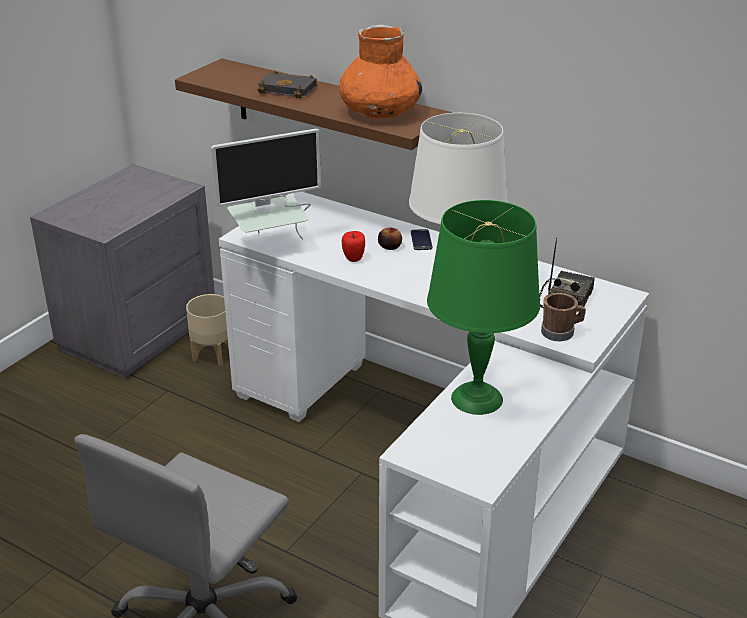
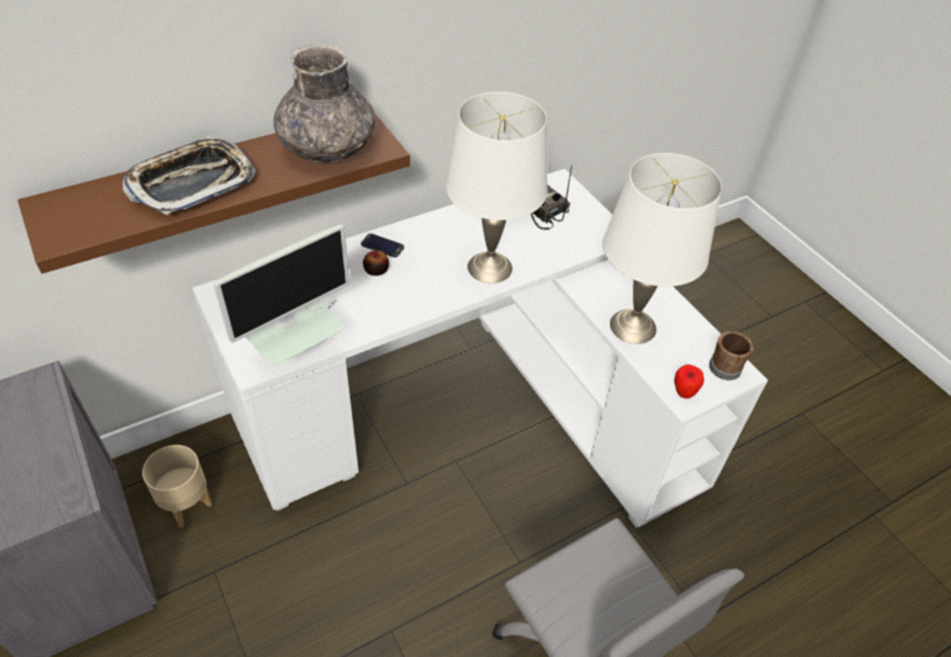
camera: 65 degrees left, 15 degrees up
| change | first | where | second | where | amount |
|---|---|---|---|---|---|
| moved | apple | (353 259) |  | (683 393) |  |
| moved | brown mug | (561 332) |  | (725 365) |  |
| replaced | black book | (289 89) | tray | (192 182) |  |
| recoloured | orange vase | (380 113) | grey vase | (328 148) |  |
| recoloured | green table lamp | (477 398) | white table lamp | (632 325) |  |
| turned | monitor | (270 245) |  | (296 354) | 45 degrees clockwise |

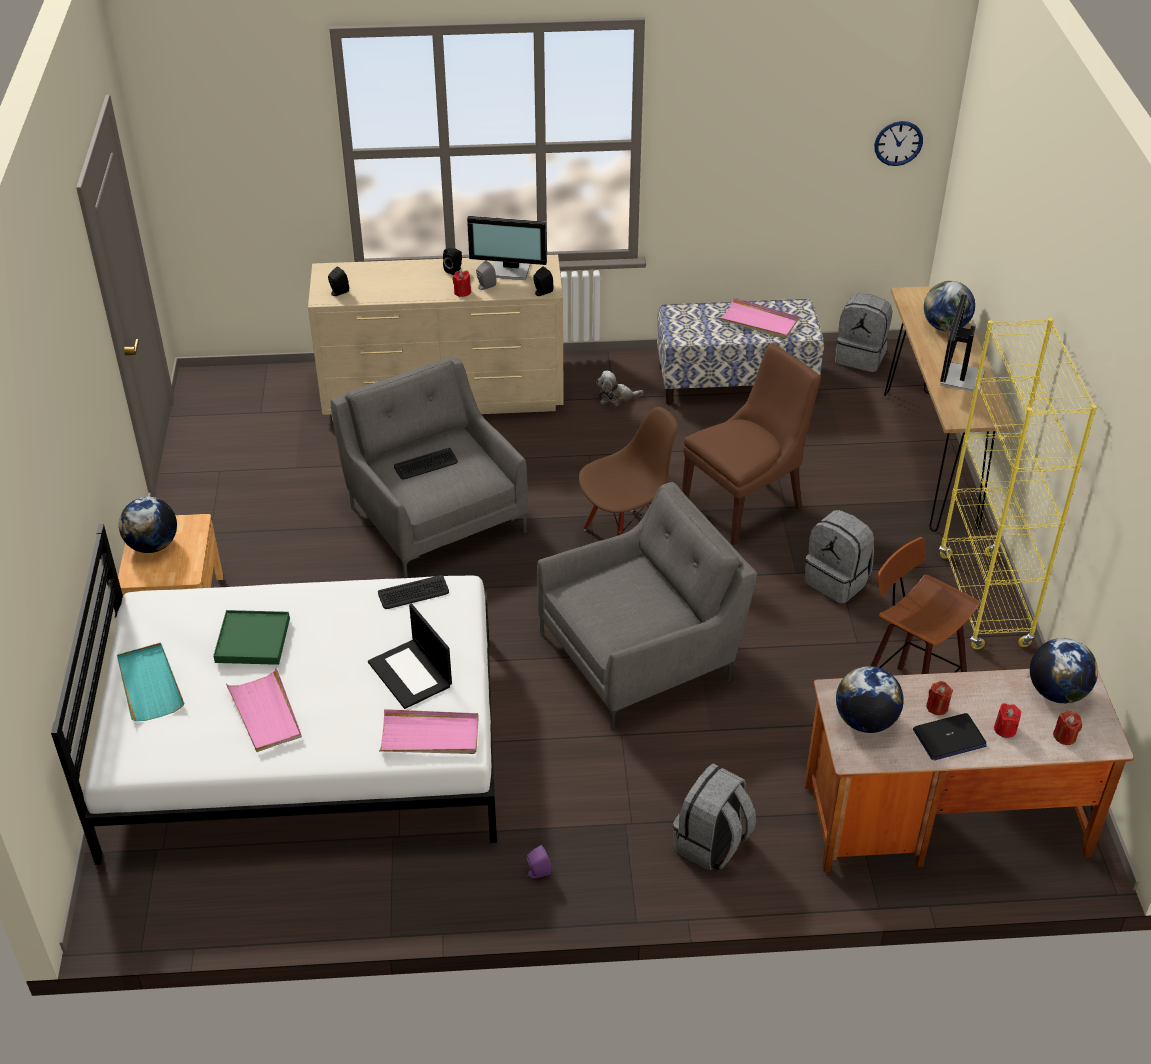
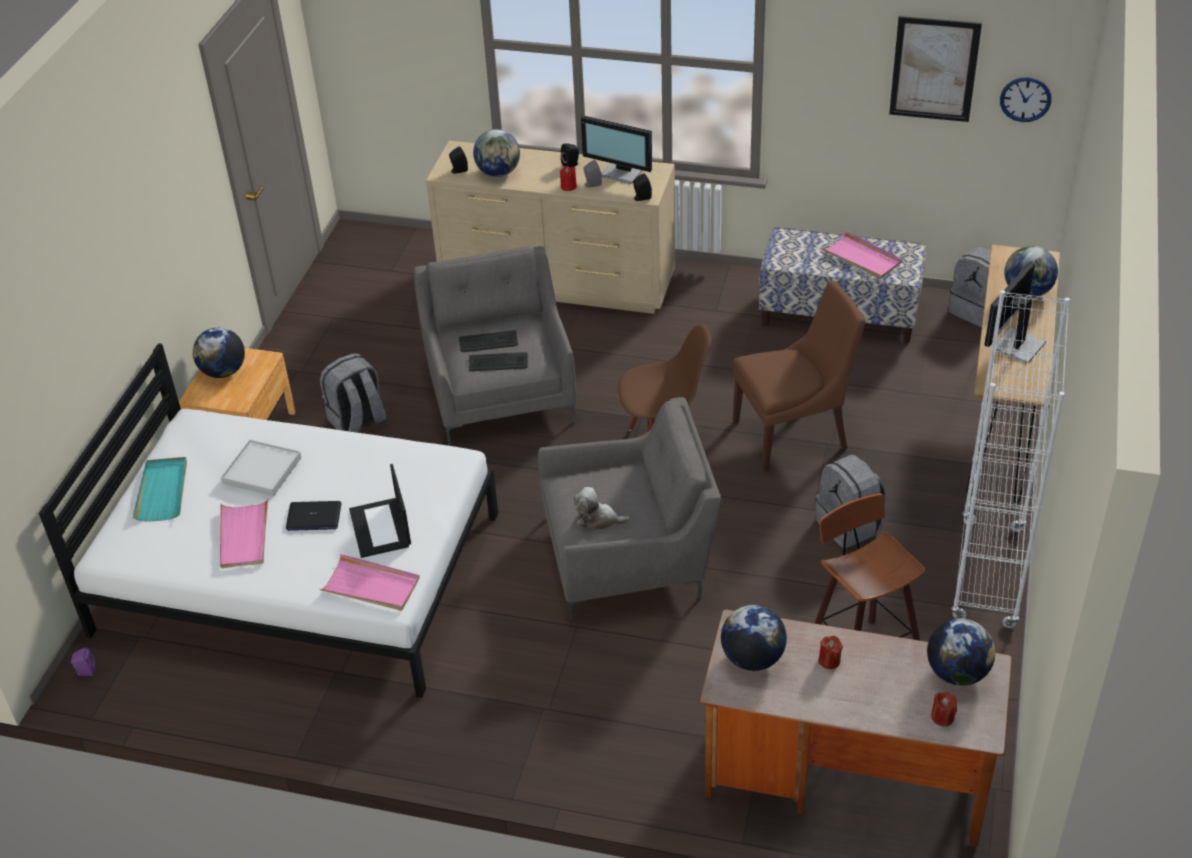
camera: 20 degrees right, 0 degrees up
| change | first | where | second | where | amount |
|---|---|---|---|---|---|
| removed | red candle | (1005 729) |  |  |  |
| added |  |  | globe | (498 173) |  |
| added |  |  | picture | (934 69) |  |
| moved | keyboard | (413 593) |  | (498 363) |  |
| moved | purple speaker | (537 872) |  | (85 672) |  |
| moved | plush toy | (616 398) |  | (598 519) |  |
| moved | grey backpack | (712 844) |  | (357 421) |  |
| moved | laptop | (949 738) |  | (313 517) |  |
| recoloured | green tray | (253 640) | white tray | (262 470) |  |
| recoloured | yellow bookcase | (983 601) | white bookcase | (988 574) |  |

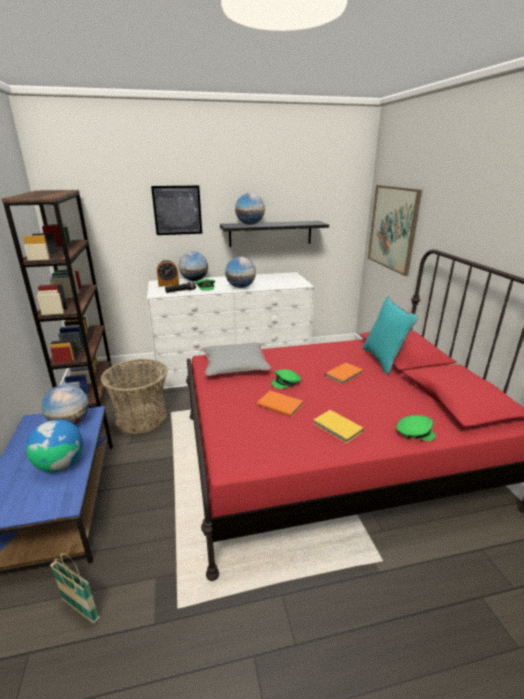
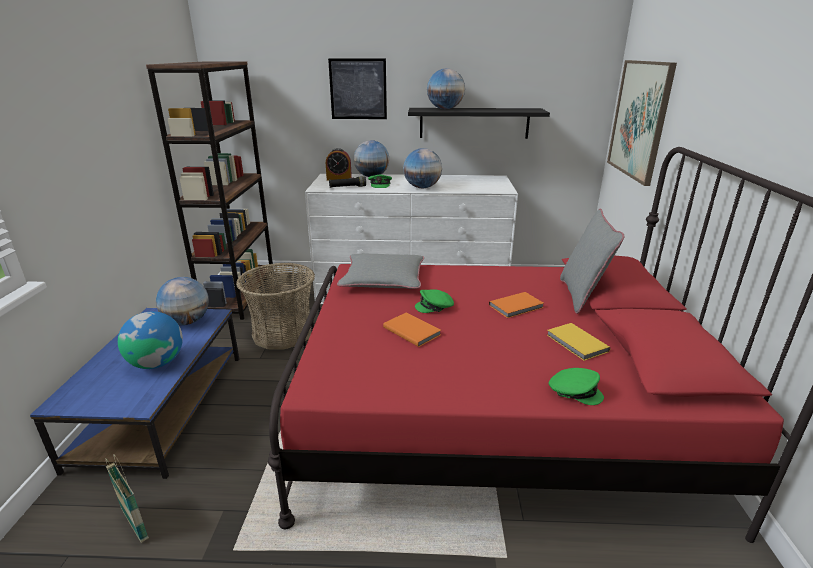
camera: 15 degrees right, 0 degrees up
| change | first | where | second | where | amount |
|---|---|---|---|---|---|
| moved | yellow book | (337 428) |  | (576 343) |  |
| recoloured | turquoise pillow | (383 360) | grey pillow | (582 296) |  |

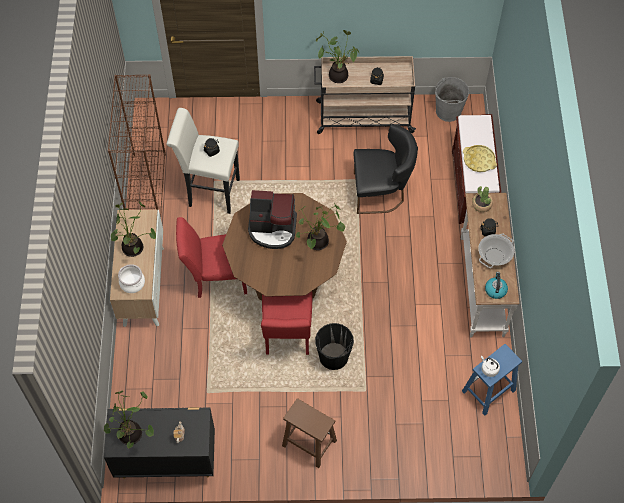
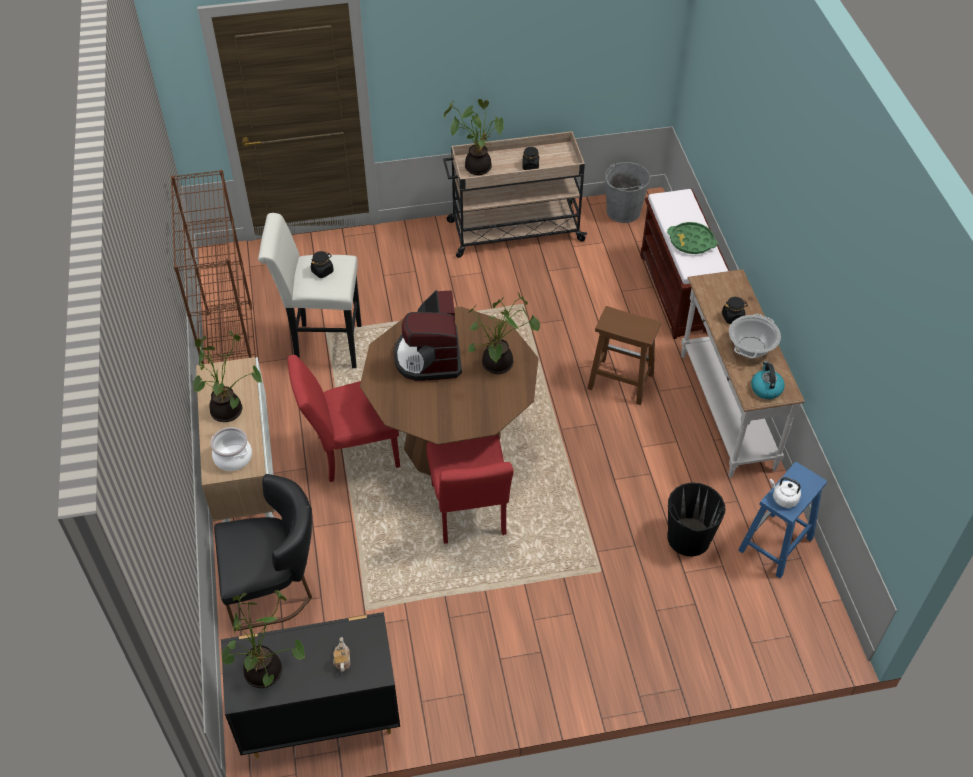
camera: 10 degrees left, 10 degrees down
| change | first | where | second | where | amount |
|---|---|---|---|---|---|
| removed | potted plant | (481 204) |  |  |  |
| moved | brown stool | (308 443) |  | (619 381) |  |
| moved | black bucket | (333 357) |  | (688 538) |  |
| moved | black chair | (381 192) |  | (274 587) |  |
| recoloured | yellow tray | (479 160) | green tray | (691 241) |  |
| turned | coffee machine | (273 229) |  | (429 356) | 90 degrees clockwise |

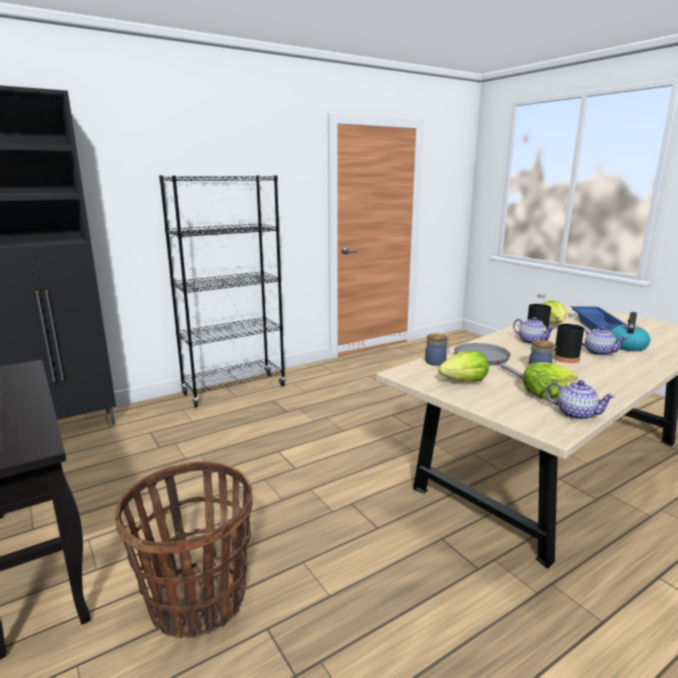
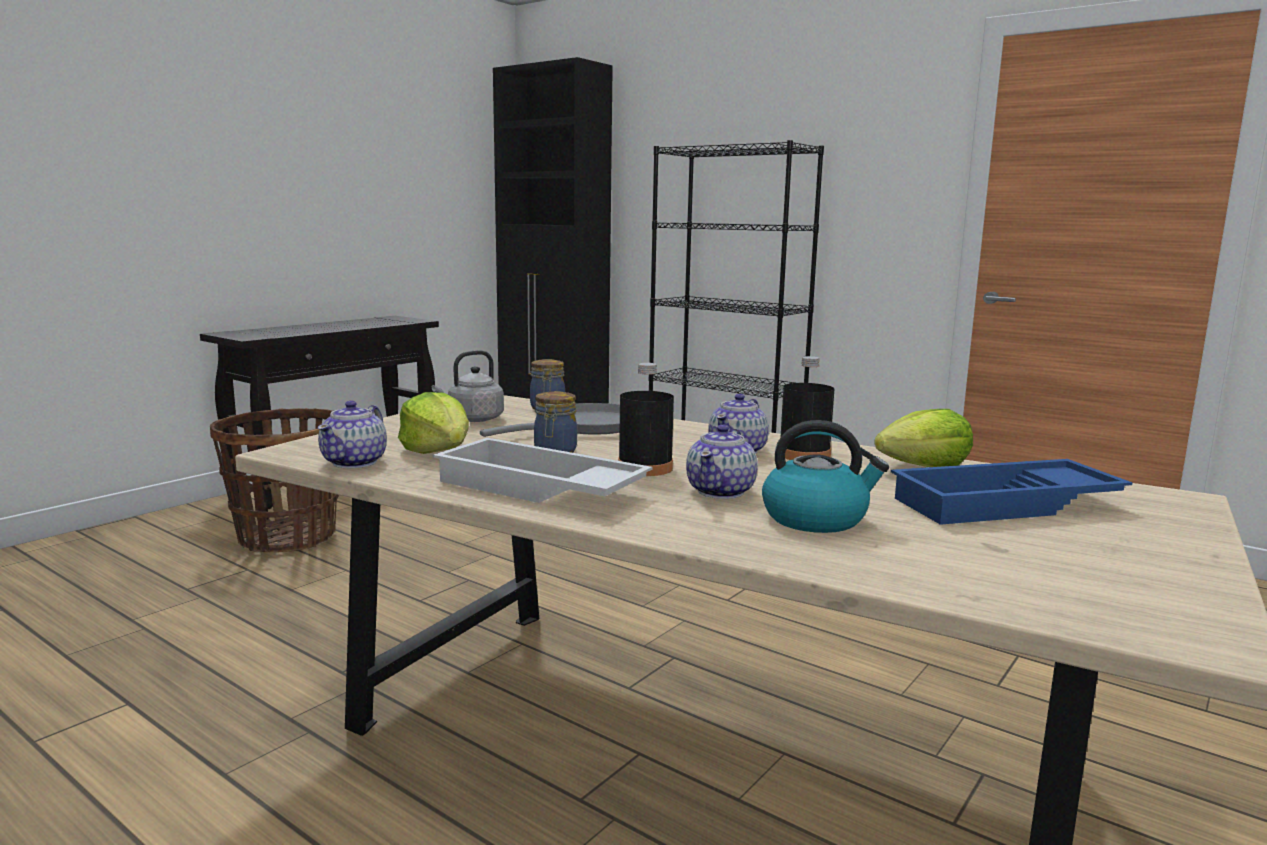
camera: 70 degrees right, 5 degrees down
| change | first | where | second | where | amount |
|---|---|---|---|---|---|
| added |  |  | white tray | (537 488) |  |
| replaced | lettuce | (464 381) | grey kettle | (472 419) |  |

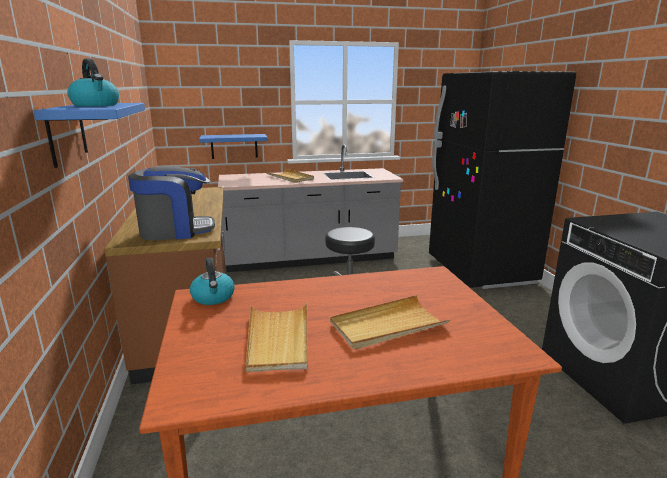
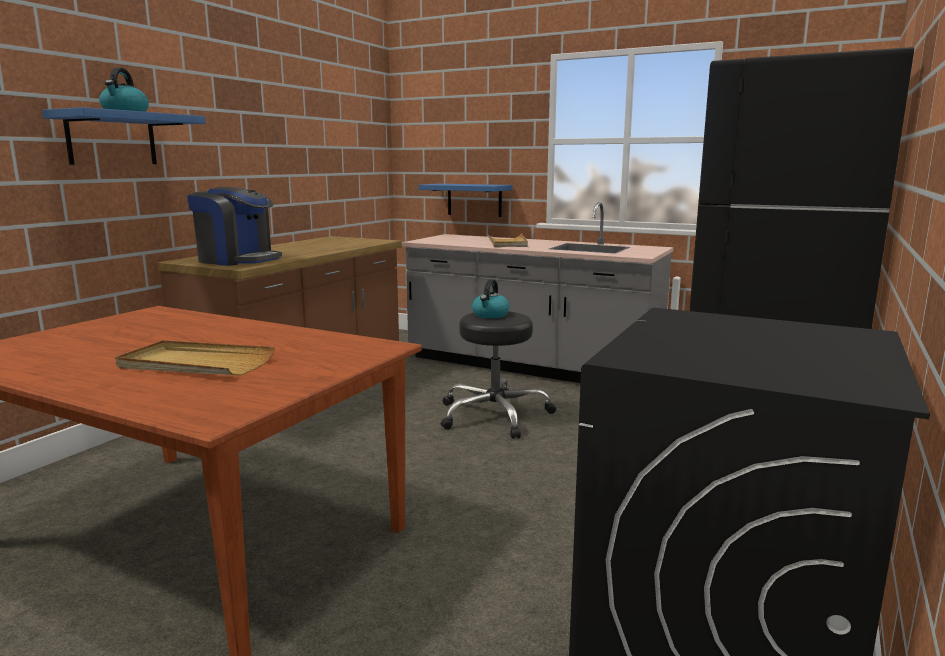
camera: 40 degrees right, 5 degrees down
| change | first | where | second | where | amount |
|---|---|---|---|---|---|
| removed | beige tray | (278 339) |  |  |  |
| moved | kettle | (213 297) |  | (490 315) |  |

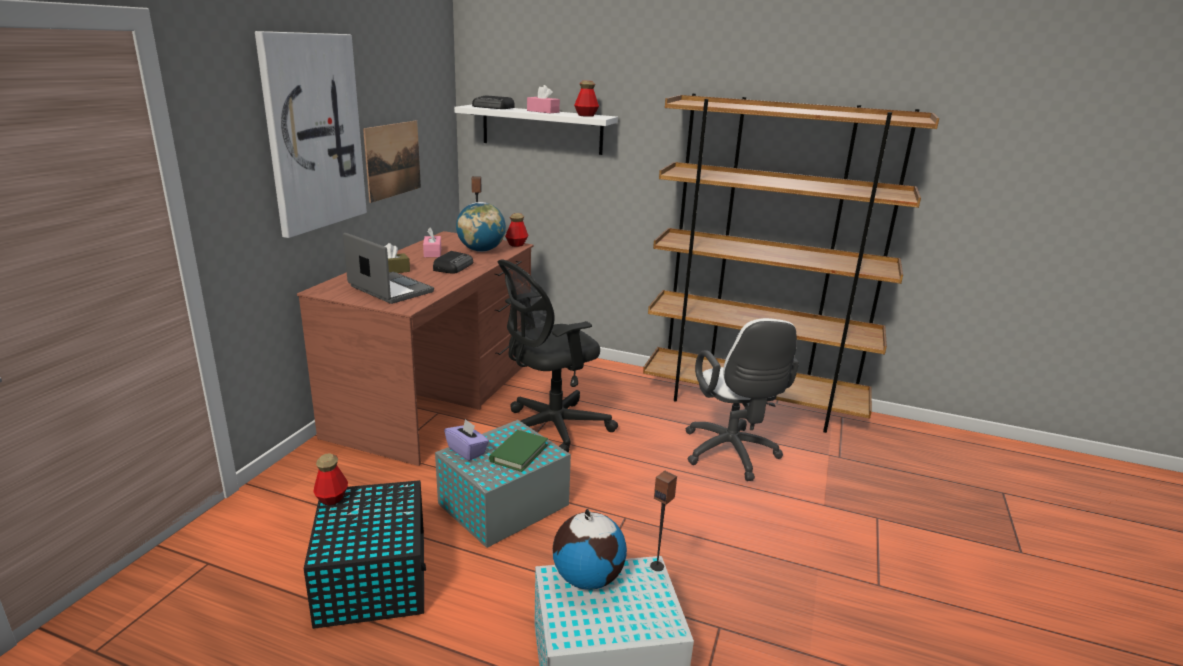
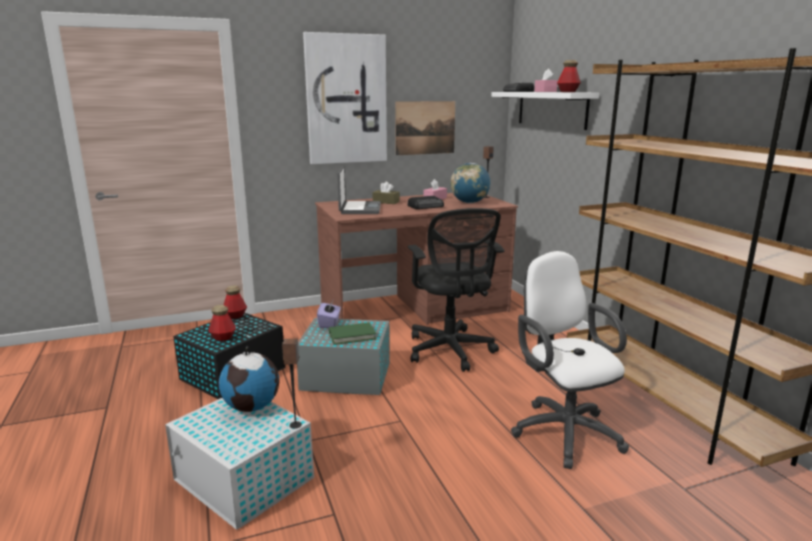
camera: 50 degrees right, 5 degrees down
| change | first | where | second | where | amount |
|---|---|---|---|---|---|
| moved | bottle | (516 244) |  | (223 338) |  |
| turned | black office chair | (550 428) |  | (451 351) | 120 degrees counterclockwise |
| turned | white office chair | (731 455) |  | (562 430) | 120 degrees clockwise |

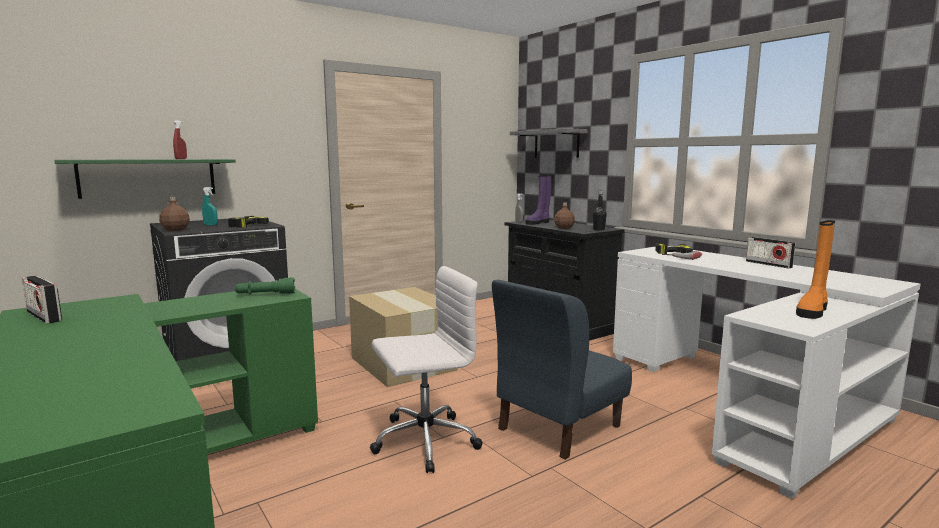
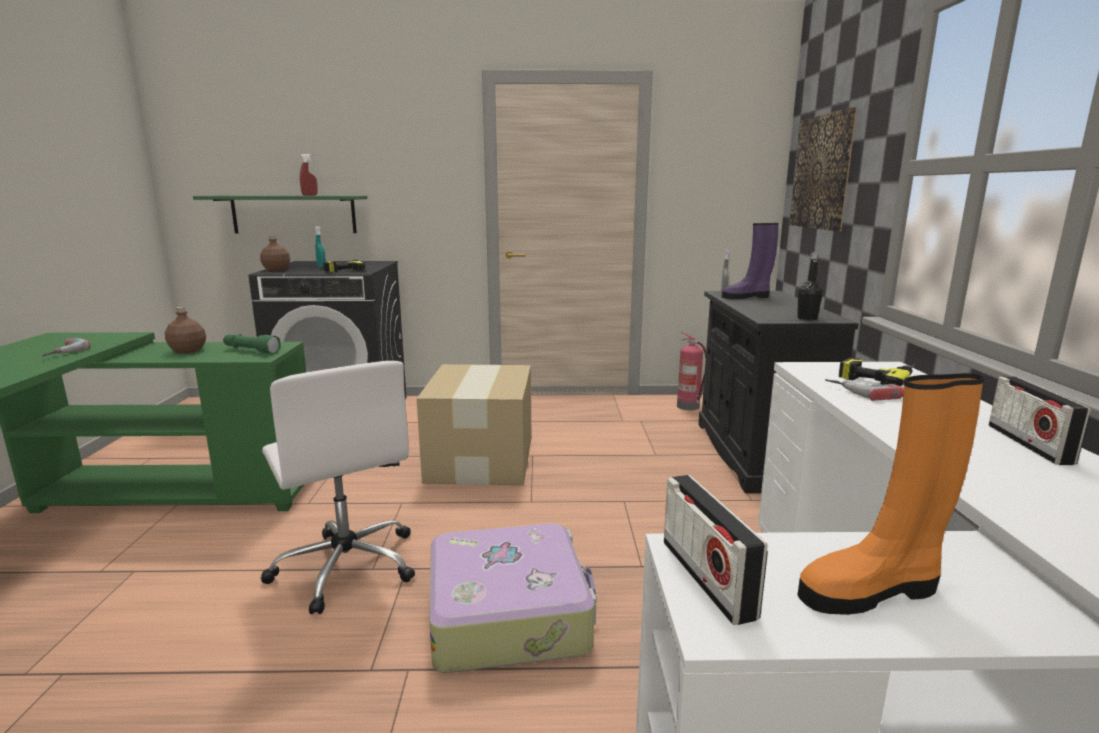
camera: 35 degrees right, 5 degrees up
| change | first | where | second | where | amount |
|---|---|---|---|---|---|
| added |  |  | power drill | (59 352) |  |
| added |  |  | fire extinguisher | (689 406) |  |
| moved | radio | (44 316) |  | (707 578) |  |
| moved | brown bottle | (564 228) |  | (187 351) |  |
| replaced | blue chair | (558 427) | suitcase | (509 613) |  |
| replaced | grey shelf | (556 144) | picture | (822 172) |  |
| turned | white office chair | (423 441) |  | (346 566) | 45 degrees clockwise |

